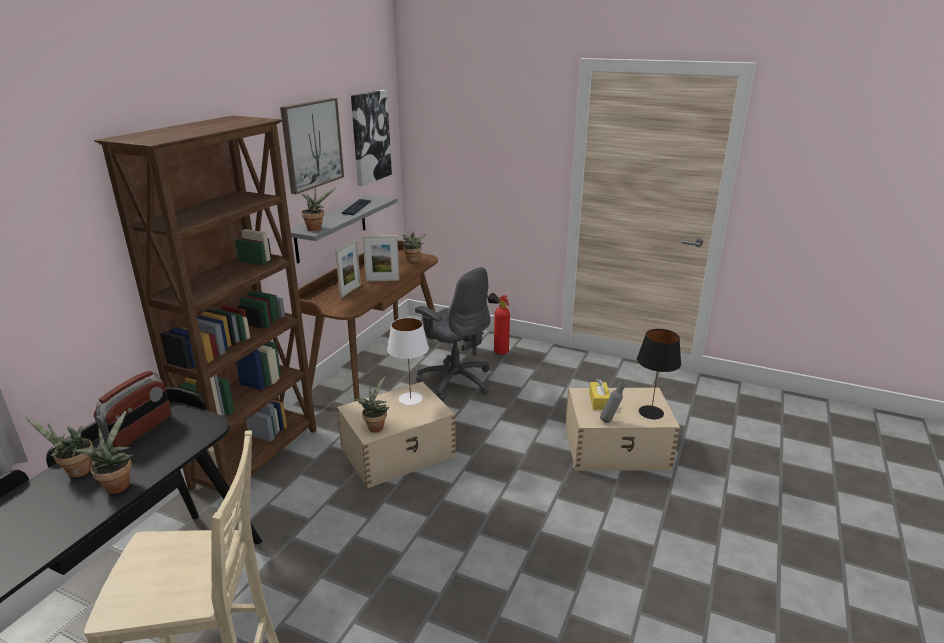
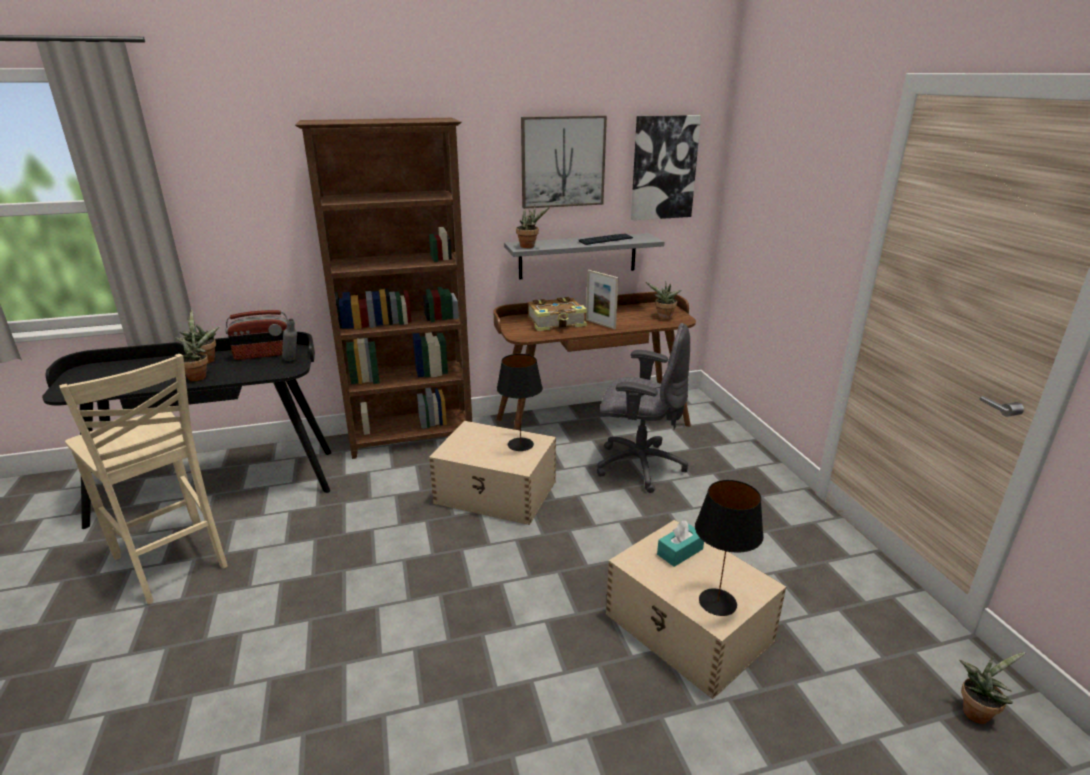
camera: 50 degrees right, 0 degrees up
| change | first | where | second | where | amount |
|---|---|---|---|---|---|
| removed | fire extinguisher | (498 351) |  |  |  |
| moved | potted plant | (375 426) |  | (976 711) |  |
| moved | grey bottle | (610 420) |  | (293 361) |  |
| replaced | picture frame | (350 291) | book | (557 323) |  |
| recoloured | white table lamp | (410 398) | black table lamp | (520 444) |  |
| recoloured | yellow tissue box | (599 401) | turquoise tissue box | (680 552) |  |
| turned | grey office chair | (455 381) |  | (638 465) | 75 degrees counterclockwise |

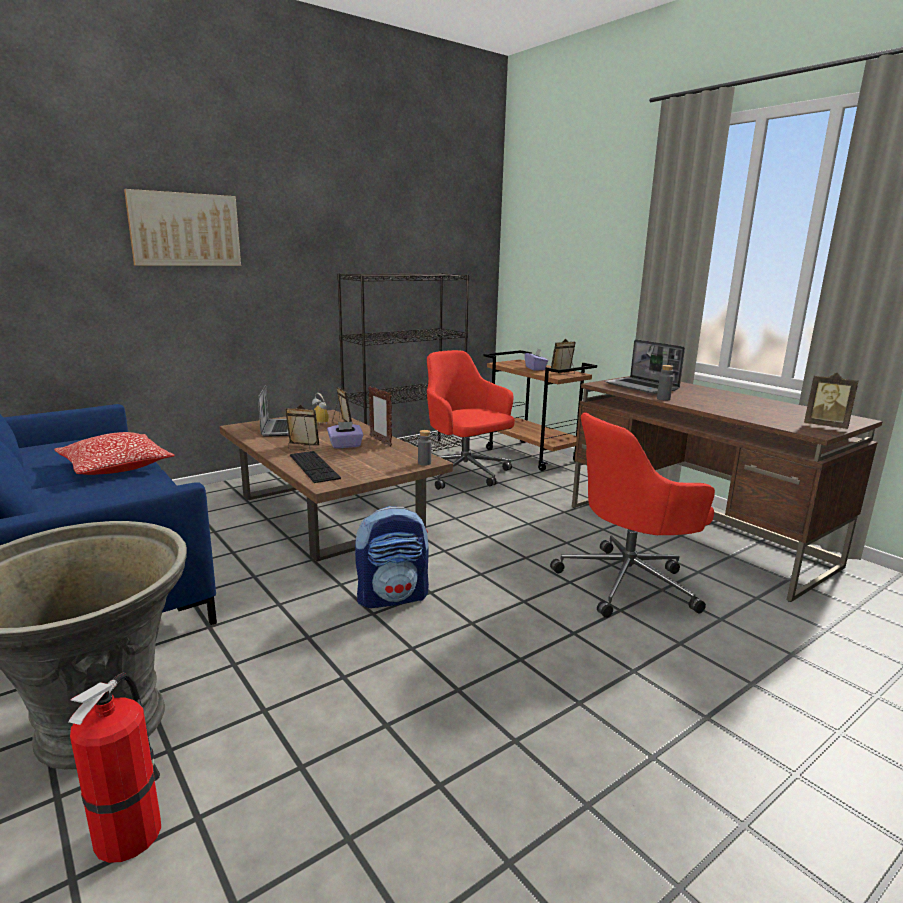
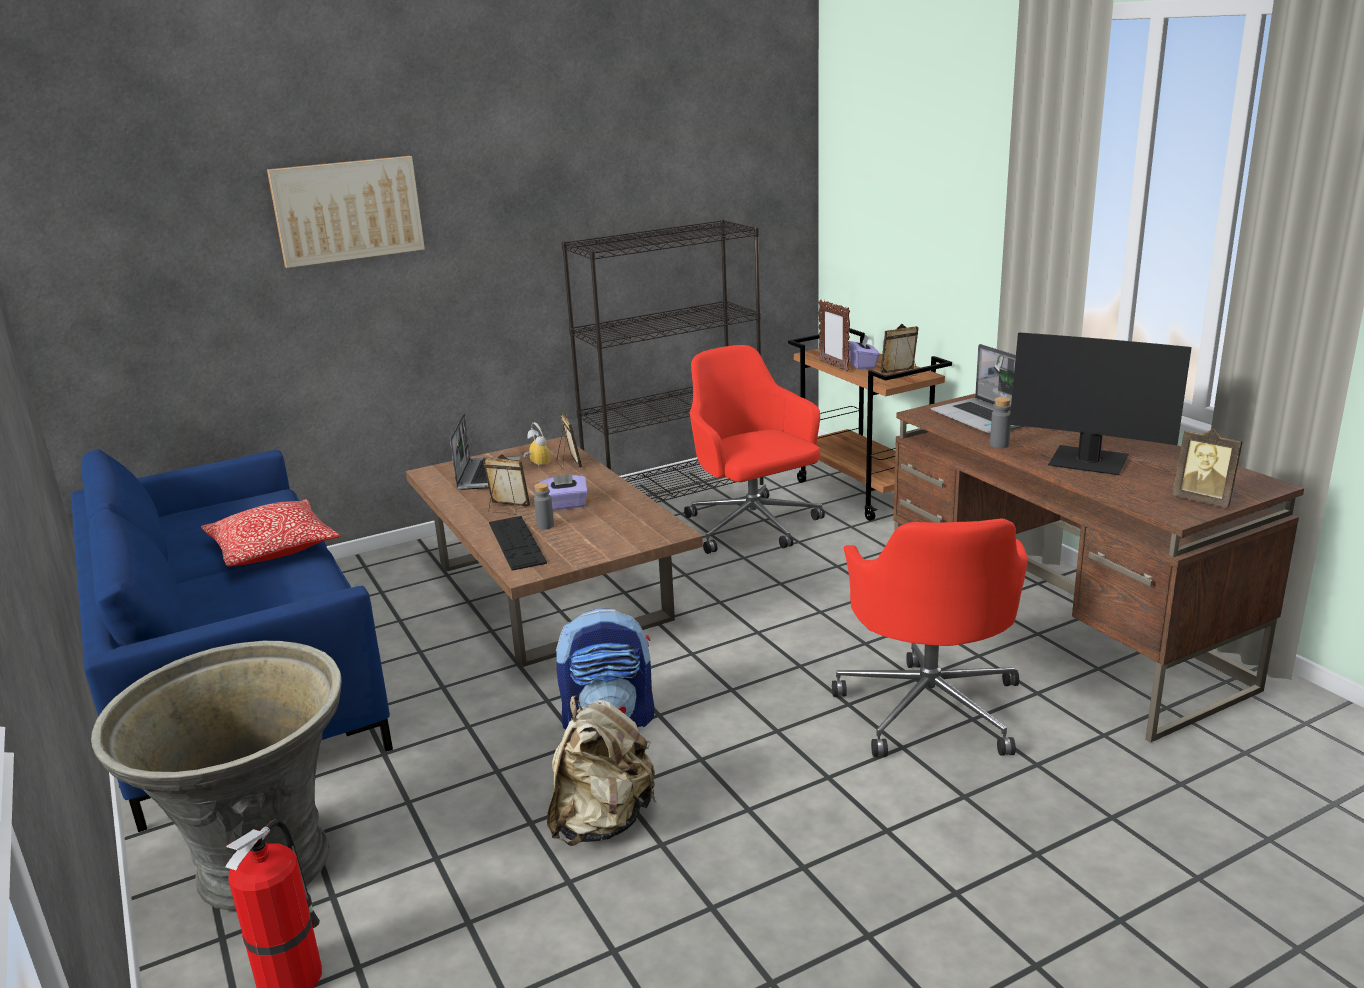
camera: 10 degrees right, 5 degrees up
| change | first | where | second | where | amount |
|---|---|---|---|---|---|
| added |  |  | beige backpack | (602 822) |  |
| added |  |  | monitor | (1088 462) |  |
| moved | picture frame | (380 441) |  | (833 366) |  |
| moved | grey bottle | (424 463) |  | (545 526) |  |
| turned | red office chair | (628 582) |  | (930 707) | 75 degrees counterclockwise |

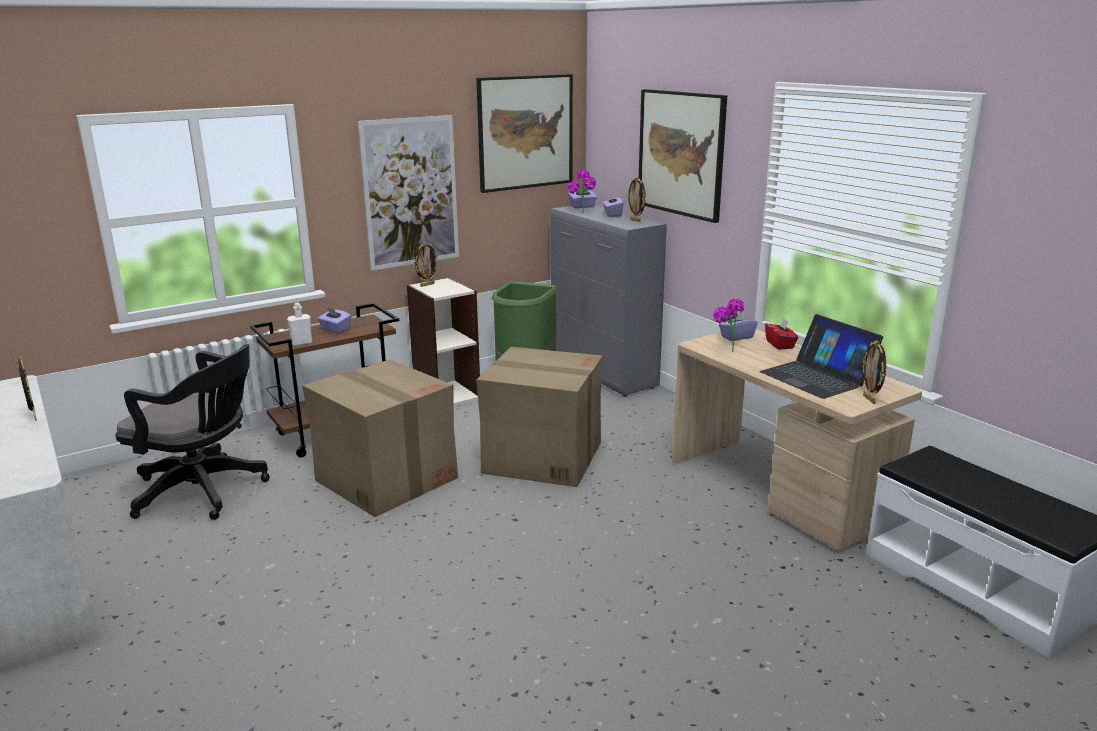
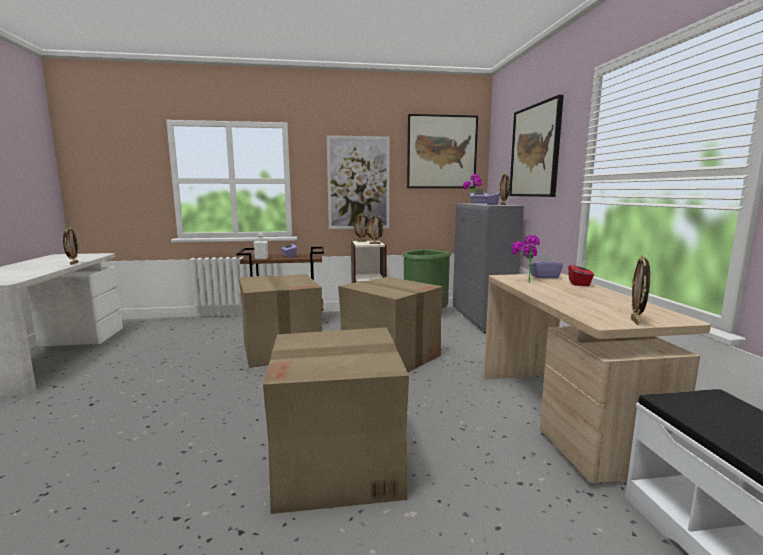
camera: 25 degrees right, 10 degrees down
| change | first | where | second | where | amount |
|---|---|---|---|---|---|
| removed | black office chair | (205 491) |  |  |  |
| removed | laptop | (817 377) |  |  |  |
| added |  |  | cardboard box | (339 464) |  |
| added |  |  | picture frame | (375 244) |  |

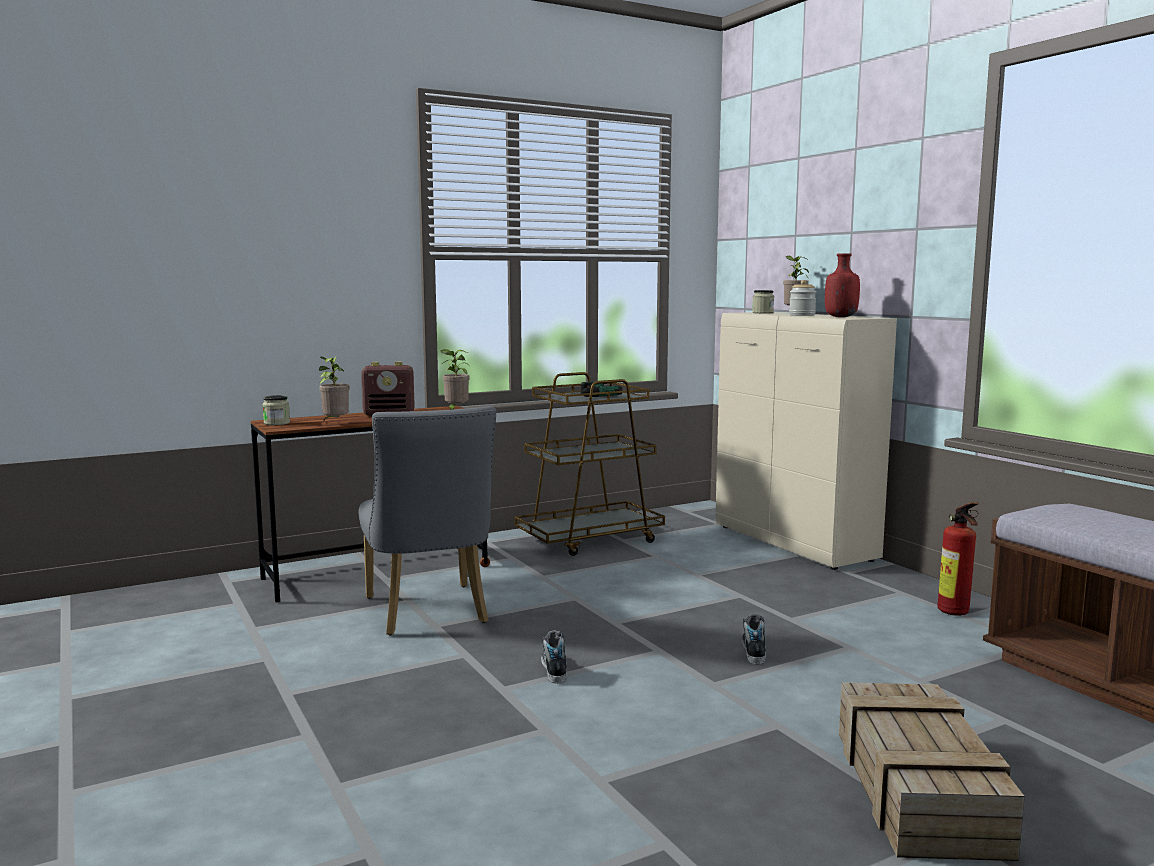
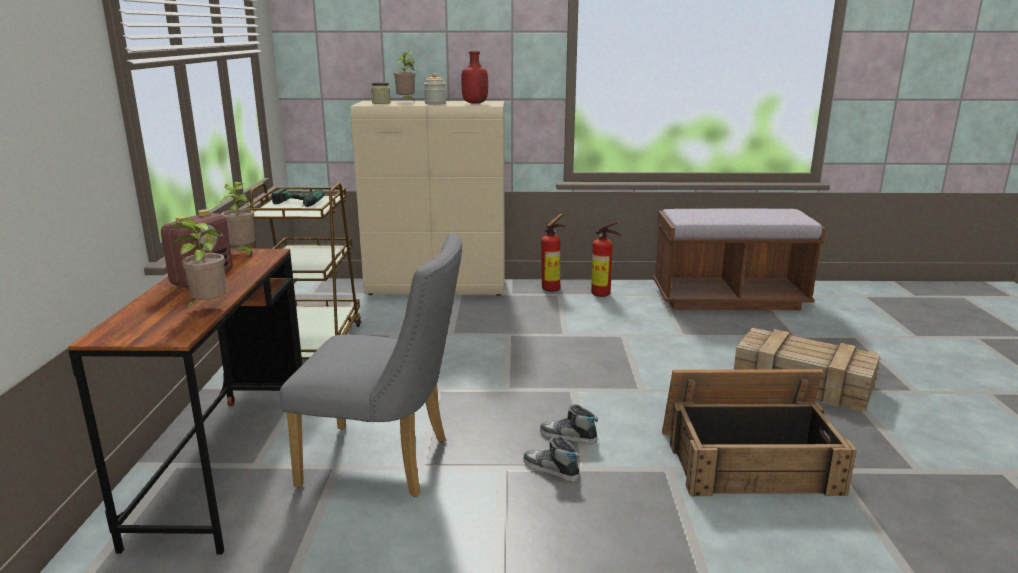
camera: 60 degrees left, 10 degrees up
| change | first | where | second | where | amount |
|---|---|---|---|---|---|
| removed | jar | (277 423) |  |  |  |
| added |  |  | fire extinguisher | (553 288) |  |
| added |  |  | crate | (749 460) |  |
| moved | shoe | (753 651) |  | (551 469) |  |

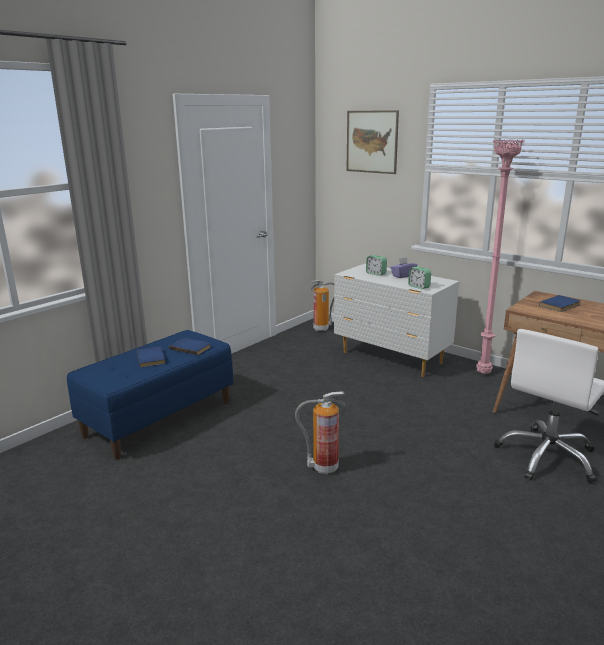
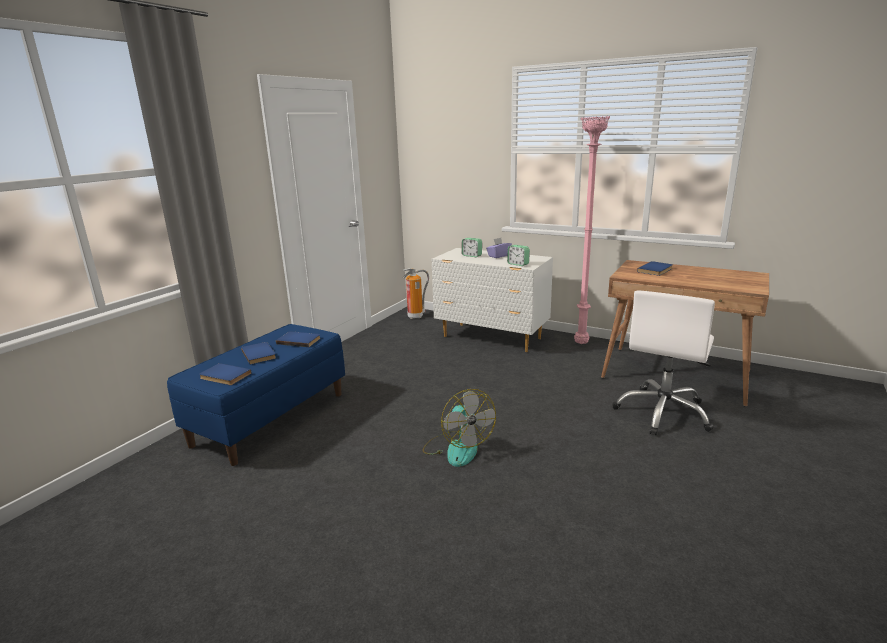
camera: 10 degrees left, 0 degrees up
| change | first | where | second | where | amount |
|---|---|---|---|---|---|
| removed | picture | (372 142) |  |  |  |
| added |  |  | blue book | (224 376) |  |
| replaced | fire extinguisher | (324 468) | fan | (457 448) |  |

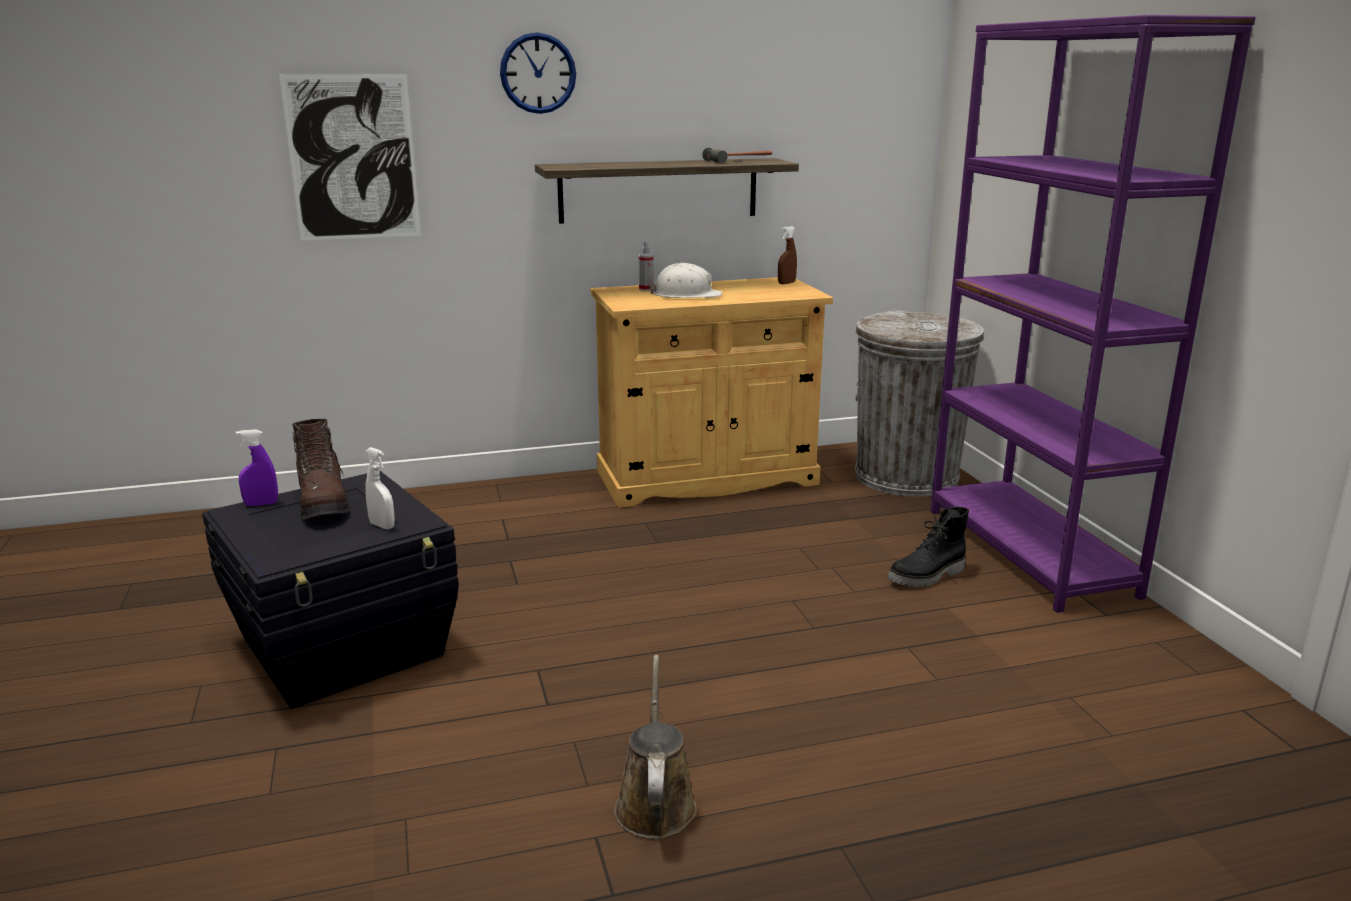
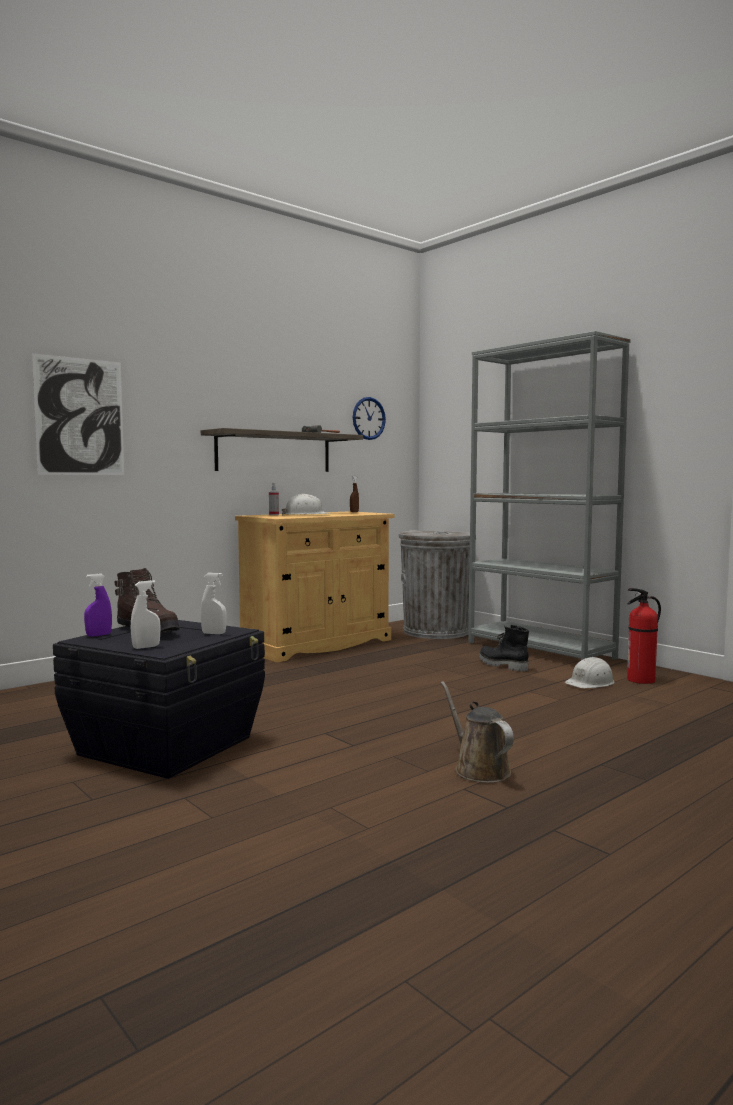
camera: 25 degrees left, 15 degrees down
| change | first | where | second | where | amount |
|---|---|---|---|---|---|
| added |  |  | white spray bottle | (146 647) |  |
| added |  |  | white hard hat | (590 683) |  |
| added |  |  | fire extinguisher | (640 680) |  |
| moved | wall clock | (538 73) |  | (368 418) |  |
| recoloured | purple bookcase | (1029 551) | grey bookcase | (540 650) |  |
| turned | black boot | (927 577) |  | (502 665) | 105 degrees clockwise |

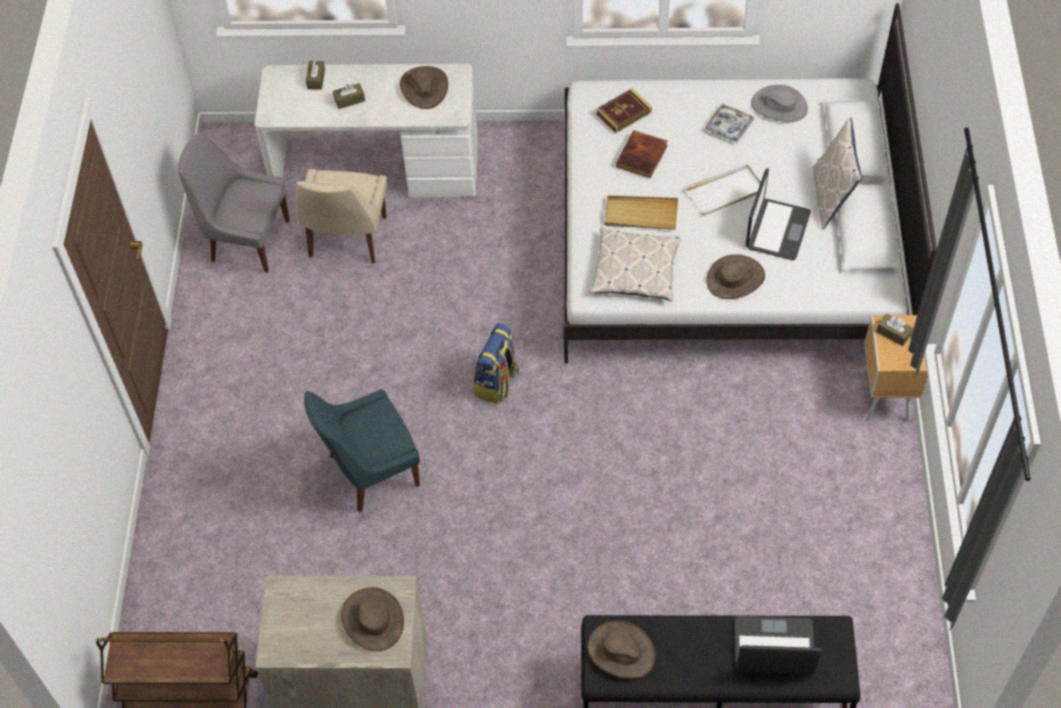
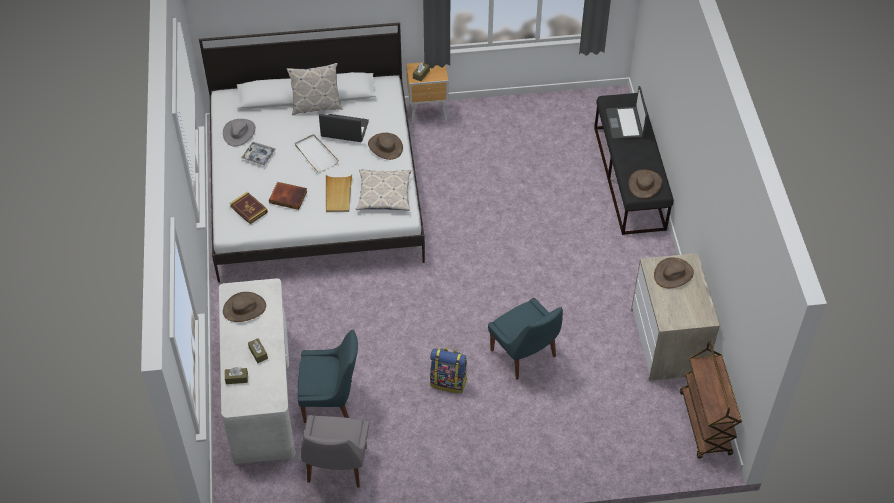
camera: 100 degrees left, 5 degrees down
| change | first | where | second | where | amount |
|---|---|---|---|---|---|
| moved | backpack | (497 383) |  | (449 382) |  |
| recoloured | beige chair | (346 239) | blue chair | (331 401) |  |

